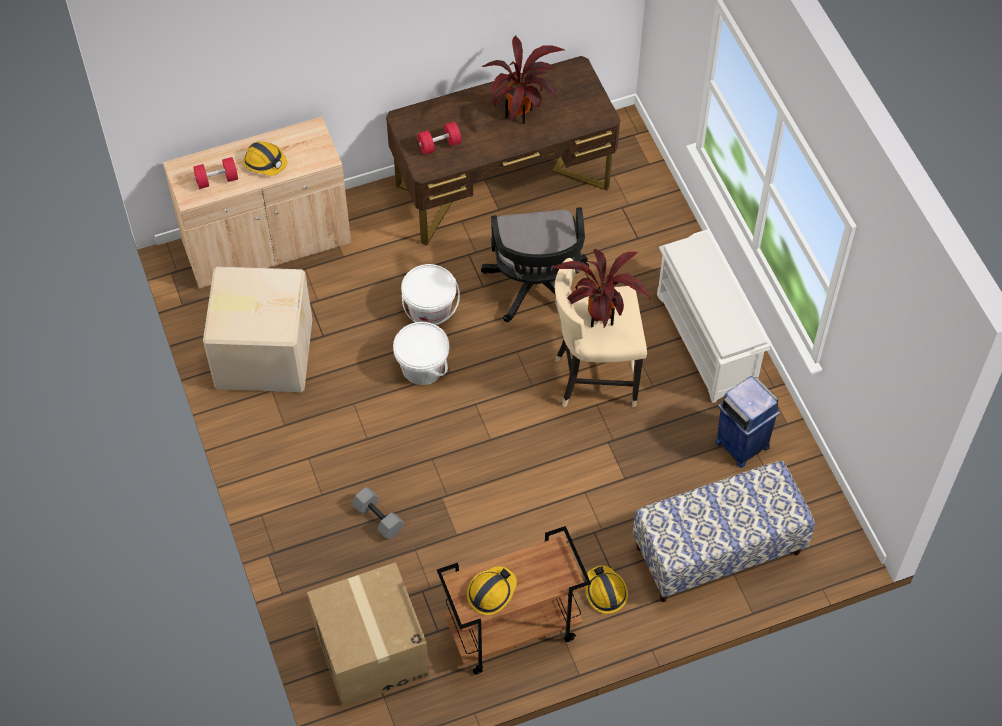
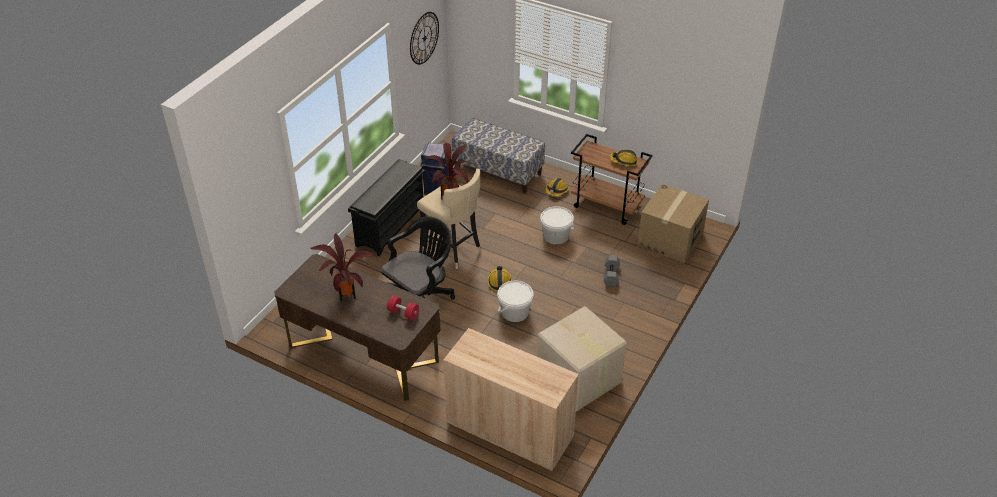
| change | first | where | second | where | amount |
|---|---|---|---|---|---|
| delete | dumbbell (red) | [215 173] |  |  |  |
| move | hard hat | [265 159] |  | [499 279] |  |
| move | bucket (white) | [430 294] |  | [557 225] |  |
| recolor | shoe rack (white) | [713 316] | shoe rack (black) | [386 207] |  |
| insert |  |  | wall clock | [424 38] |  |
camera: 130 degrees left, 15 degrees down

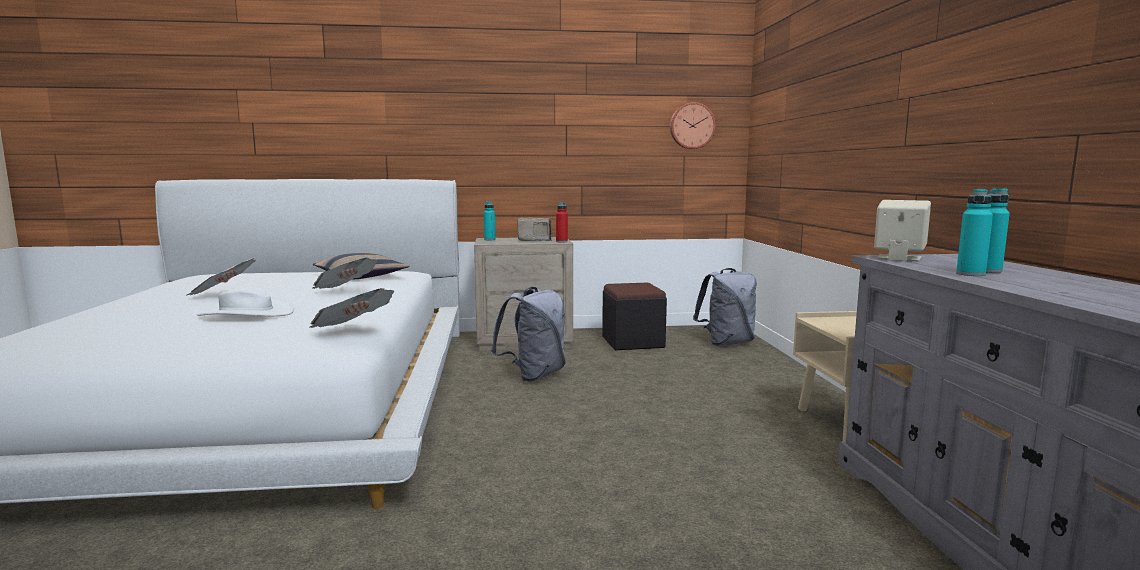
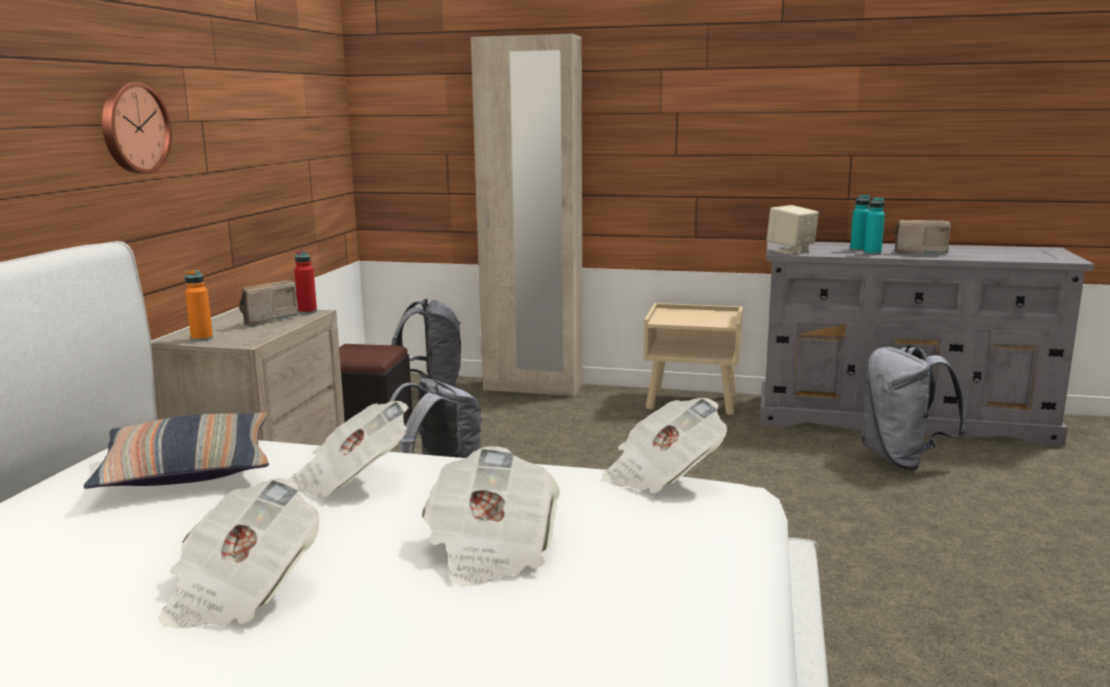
| change | first | where | second | where | amount |
|---|---|---|---|---|---|
| replace | hat (white) | [245 300] | newspaper | [491 516] |  |
| recolor | bottle (turquoise) | [490 220] | bottle (orange) | [199 305] |  |
| move | wall clock | [693 125] |  | [137 127] |  |
| insert |  |  | wardrobe (beige) | [527 215] |  |
| insert |  |  | backpack (grey) | [914 407] |  |
| insert |  |  | radio | [922 237] |  |
camera: 70 degrees left, 5 degrees up

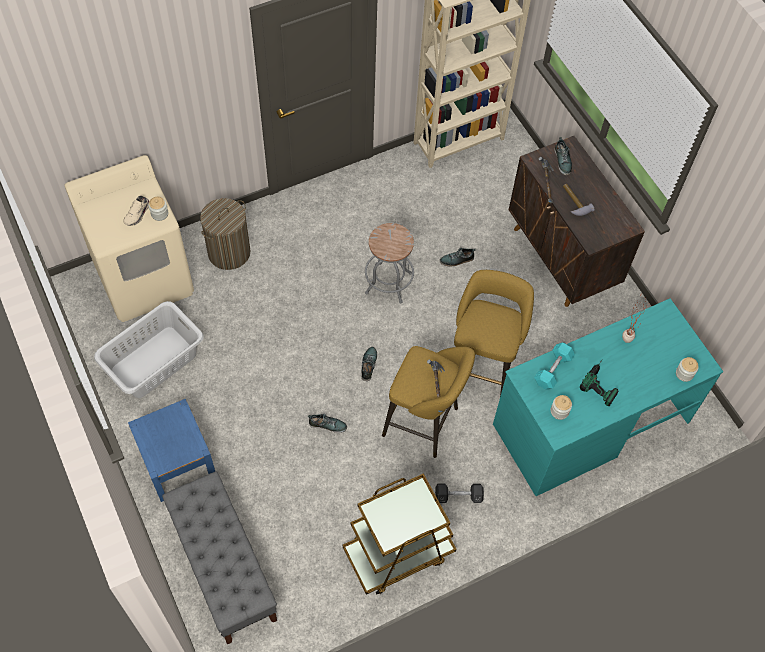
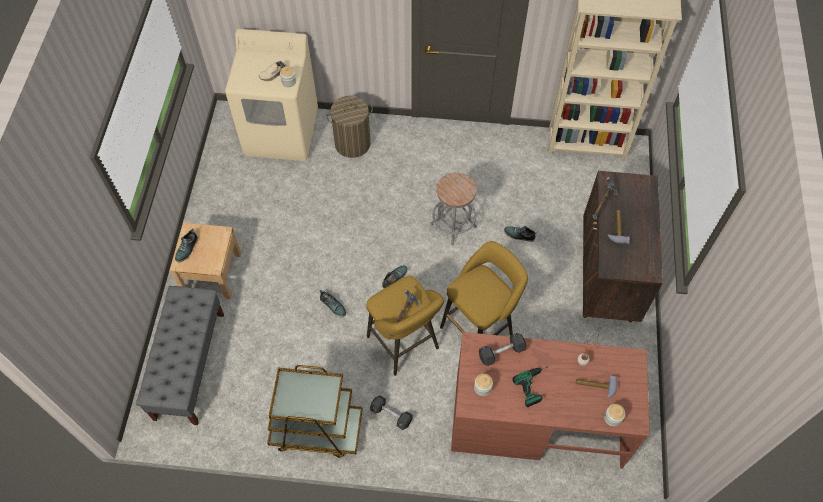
| change | first | where | second | where | amount |
|---|---|---|---|---|---|
| delete | laundry basket (grey) | [149 349] |  |  |  |
| recolor | nightstand (blue) | [171 450] | nightstand (beige) | [205 261] |  |
| recolor | desk (turquoise) | [608 397] | desk (brown) | [550 400] |  |
| recolor | dumbbell (turquoise) | [554 366] | dumbbell (grey) | [502 349] |  |
| move | shoe | [563 156] |  | [186 245] |  |
| insert |  |  | hammer | [597 387] |  |
camera: 35 degrees right, 0 degrees up

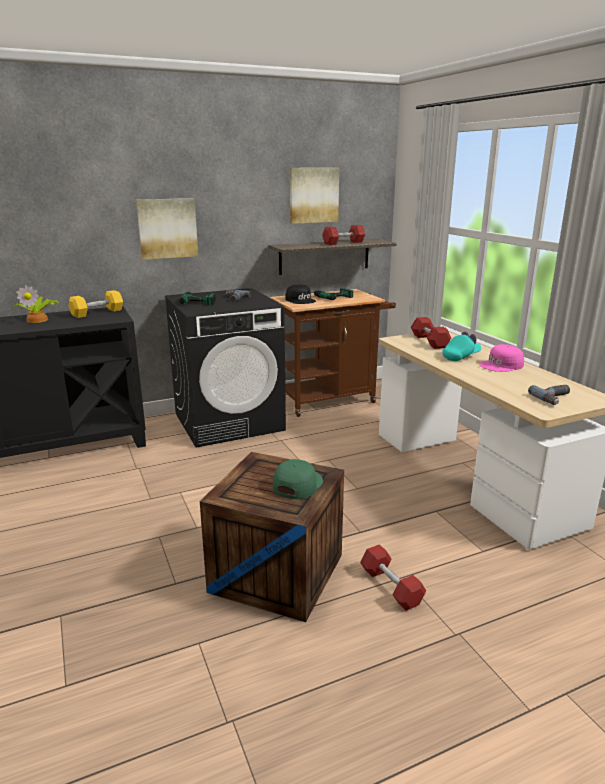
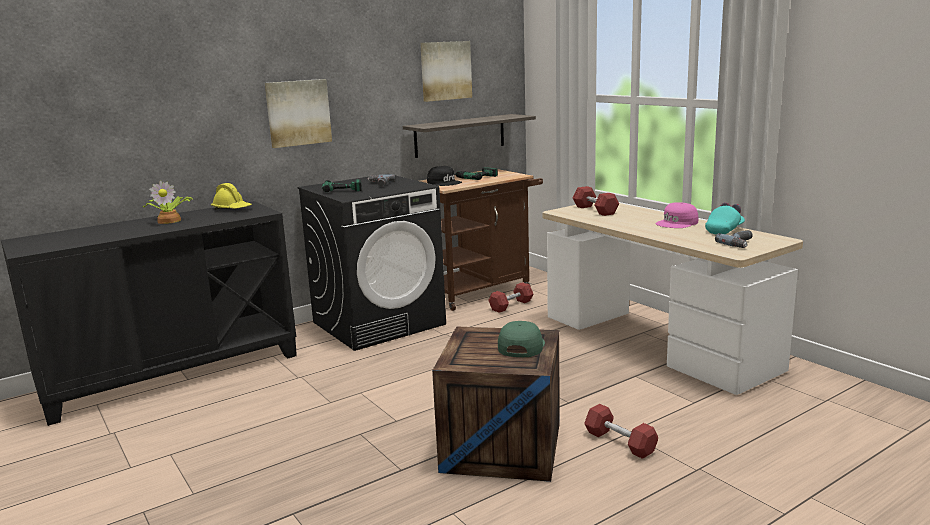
| change | first | where | second | where | amount |
|---|---|---|---|---|---|
| replace | dumbbell (yellow) | [95 304] | hard hat (yellow) | [231 196] |  |
| move | dumbbell (red) | [343 235] |  | [510 297] |  |
| move | cap (turquoise) | [461 346] |  | [725 218] |  |
camera: 10 degrees left, 5 degrees down

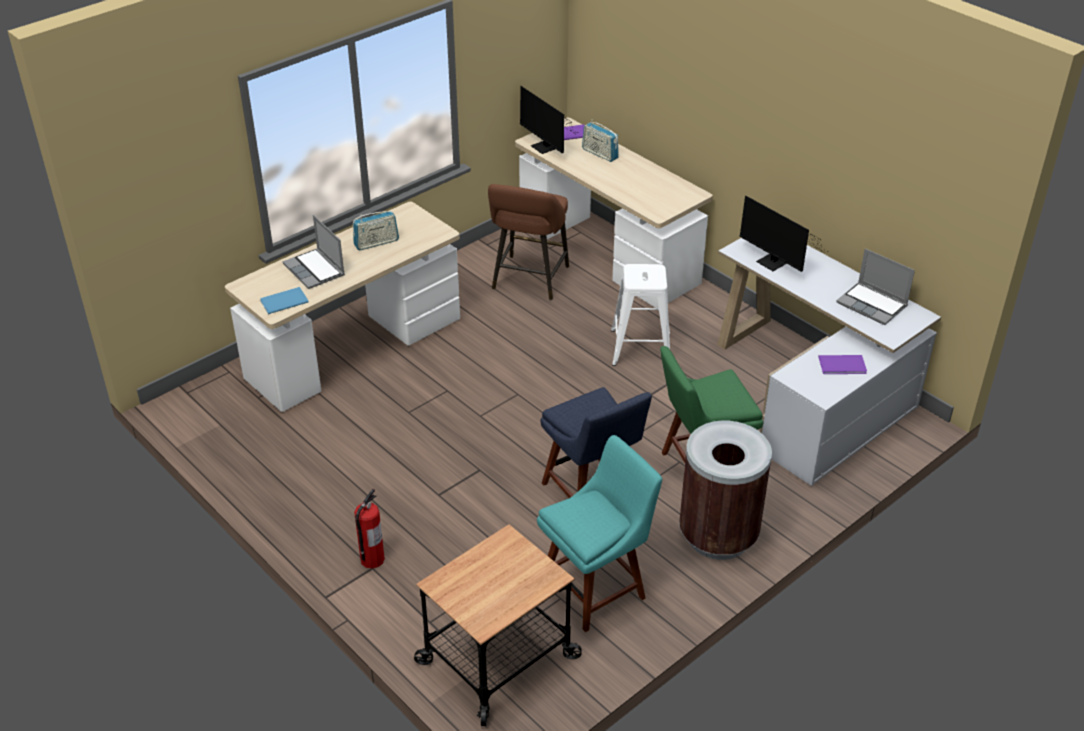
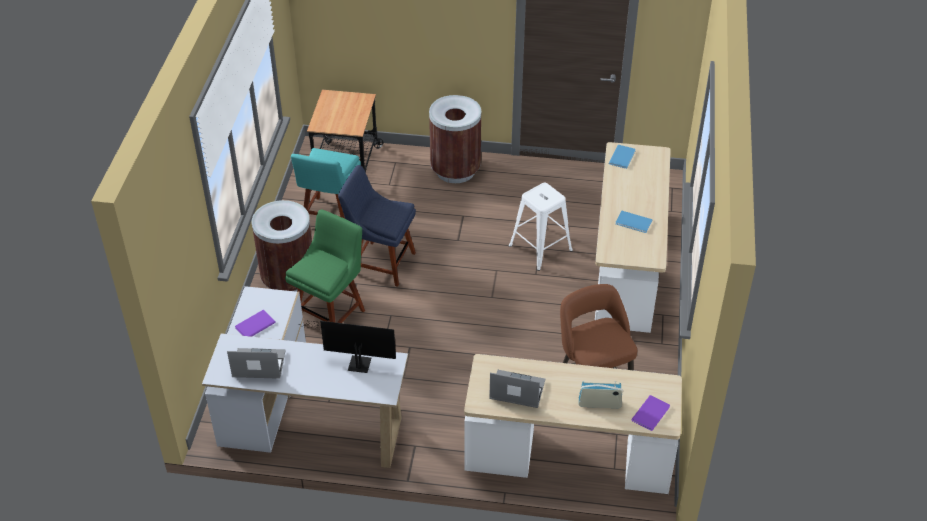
| change | first | where | second | where | amount |
|---|---|---|---|---|---|
| move | laptop | [313 252] |  | [517 389] |  |
| replace | radio | [376 230] | book (blue) | [634 222] |  |
| replace | fire extinguisher | [369 529] | trash can (brown) | [455 139] |  |
| delete | monitor | [548 120] |  |  |  |
| move | stool (white) | [640 315] |  | [541 227] |  |
camera: 140 degrees right, 5 degrees up

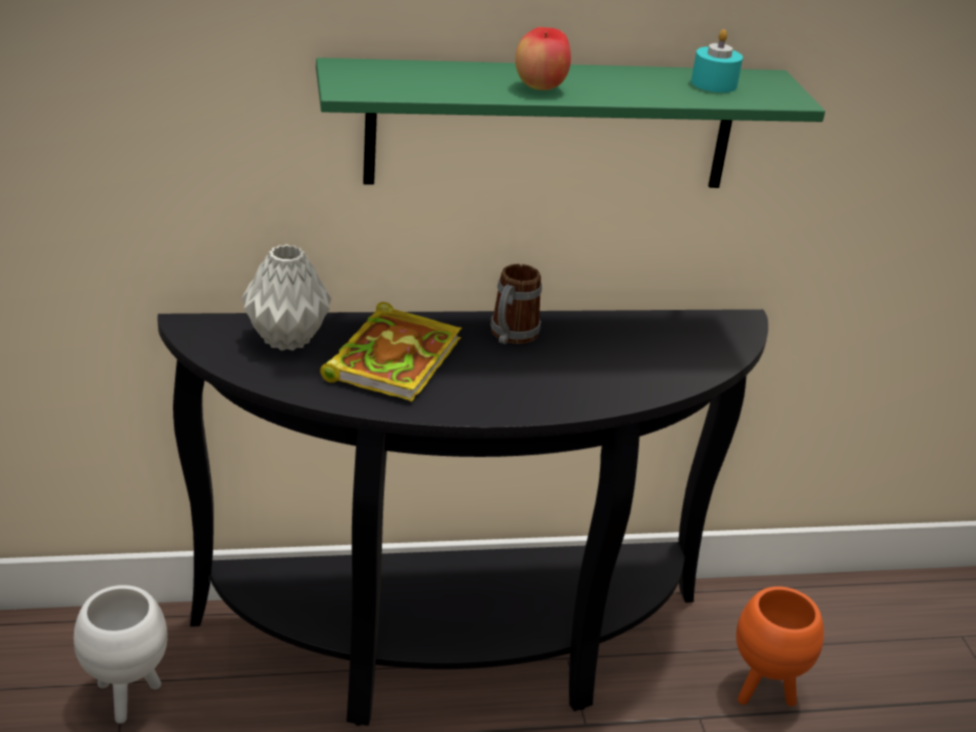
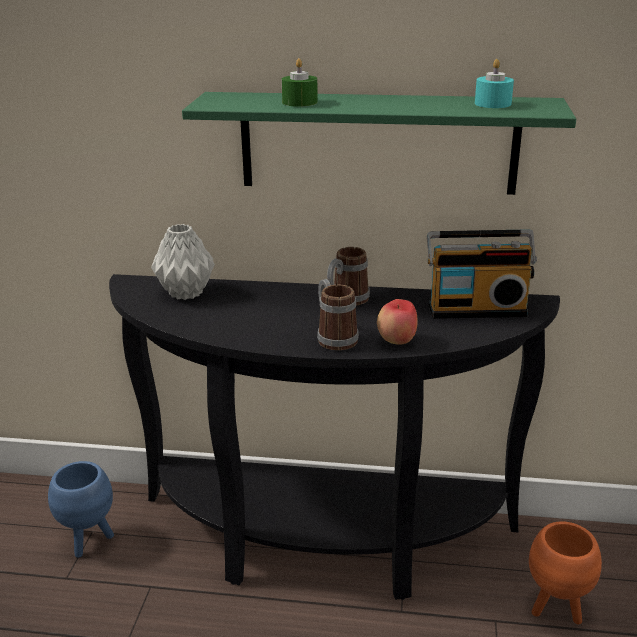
| change | first | where | second | where | amount |
|---|---|---|---|---|---|
| recolor | planter (white) | [121 654] | planter (blue) | [81 509] |  |
| delete | book | [391 352] |  |  |  |
| move | apple | [543 58] |  | [397 322] |  |
| insert |  |  | candle (green) | [300 82] |  |
| insert |  |  | mug | [338 314] |  |
| insert |  |  | radio | [482 274] |  |
camera: 20 degrees right, 5 degrees down

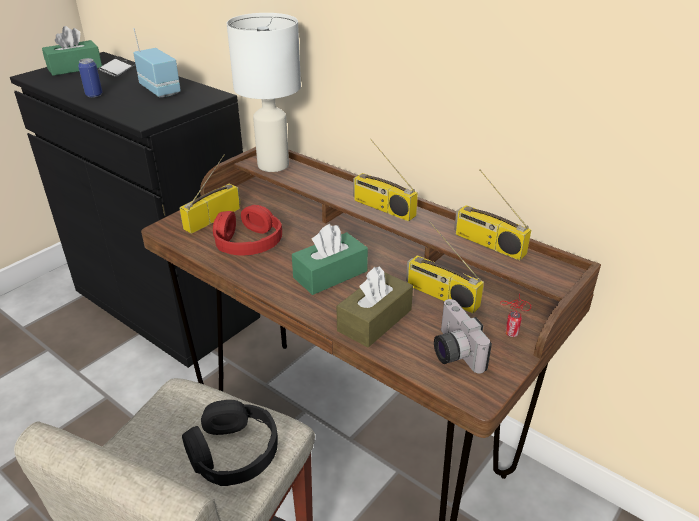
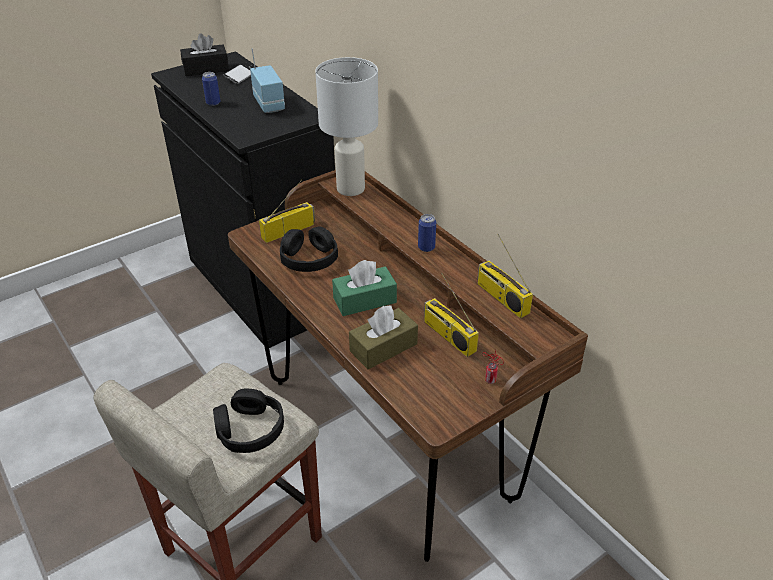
| change | first | where | second | where | amount |
|---|---|---|---|---|---|
| recolor | tissue box (green) | [72 51] | tissue box (black) | [204 54] |  |
| recolor | headphones (red) | [247 230] | headphones (black) | [309 249] |  |
| replace | radio | [385 179] | can | [427 233] |  |
| delete | photo camera | [463 336] |  |  |  |
camera: 15 degrees right, 5 degrees up

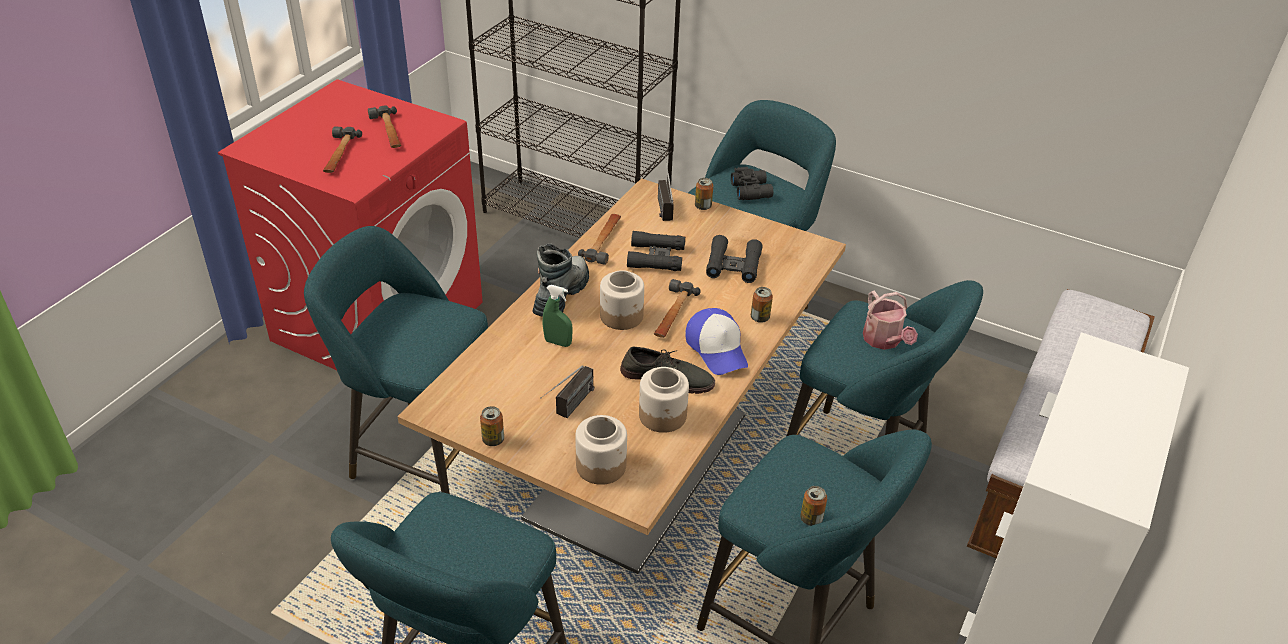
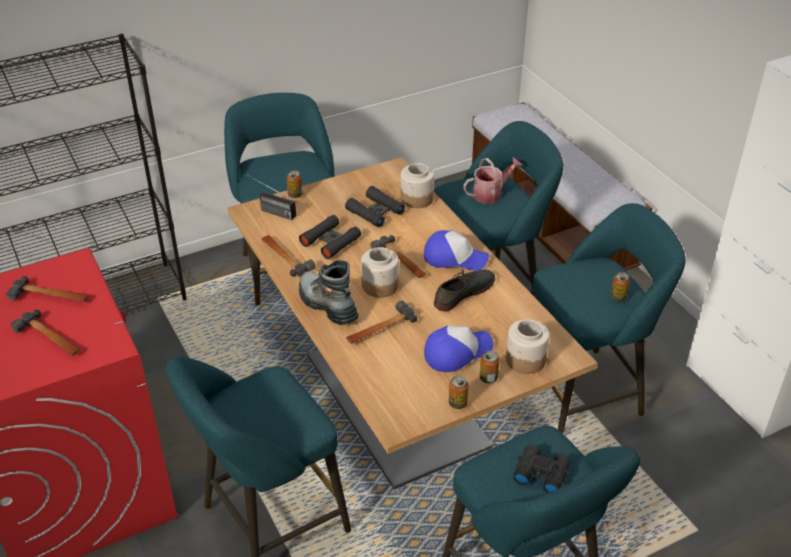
| change | first | where | second | where | amount |
|---|---|---|---|---|---|
| replace | radio | [567 392] | cap | [458 349] |  |
| replace | spray bottle (green) | [558 316] | hammer | [381 322] |  |
| move | jar | [664 400] |  | [417 185] |  |
| move | binoculars (black) | [752 183] |  | [541 469] |  |
| move | can | [762 305] |  | [489 366] |  |
| rotate | watering can | [890 320] |  | [493 180] | 45 degrees counterclockwise |
camera: 55 degrees left, 0 degrees up

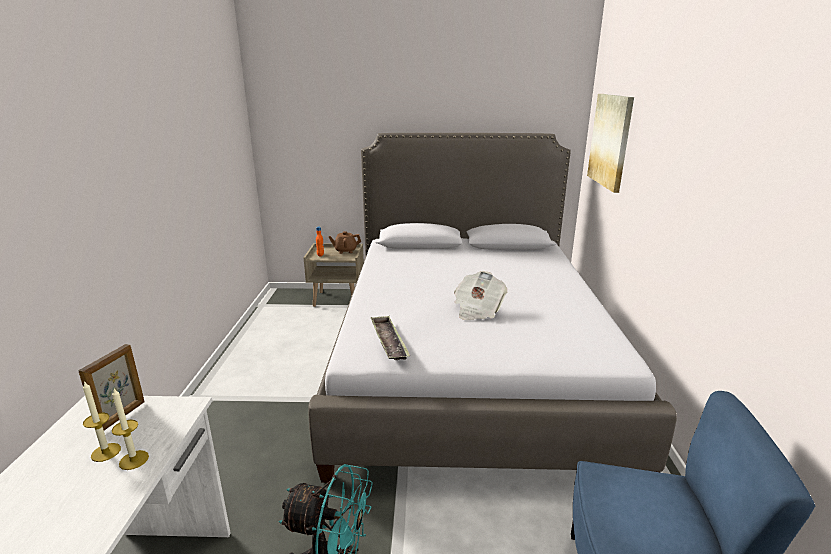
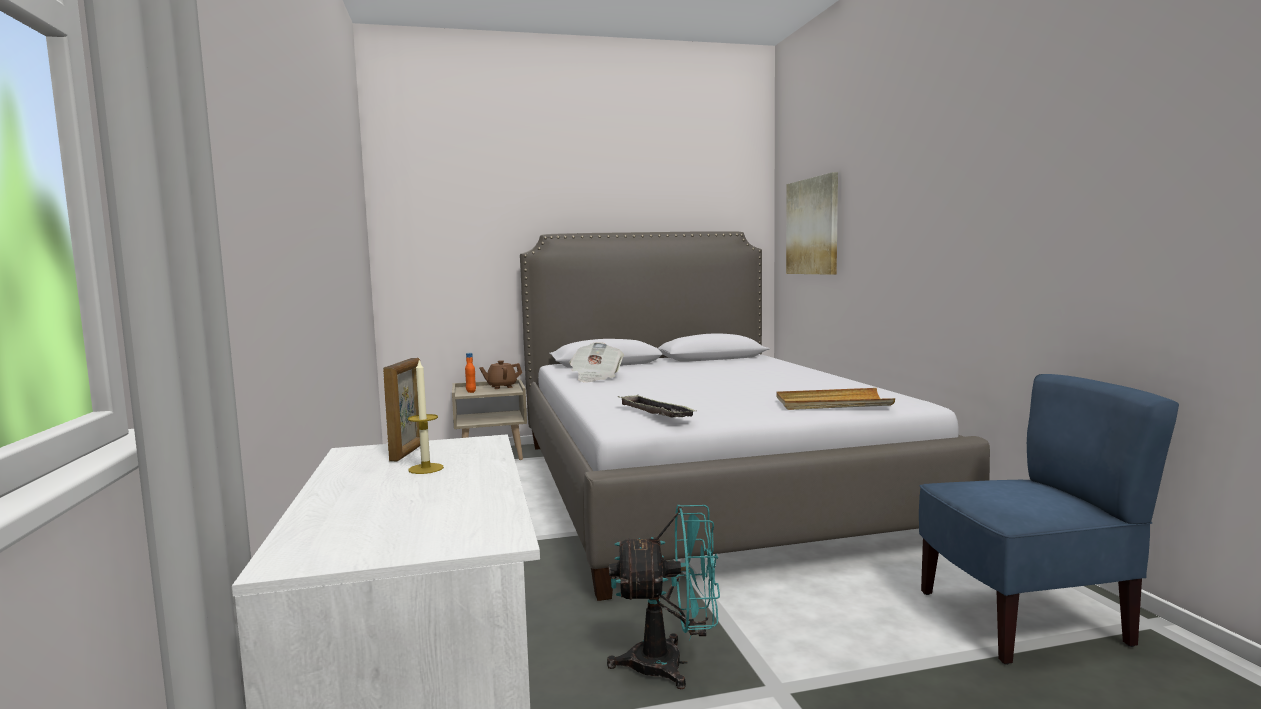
| change | first | where | second | where | amount |
|---|---|---|---|---|---|
| delete | candle | [130 429] |  |  |  |
| move | newspaper | [480 295] |  | [596 362] |  |
| insert |  |  | tray (beige) | [836 399] |  |
camera: 15 degrees left, 15 degrees down

